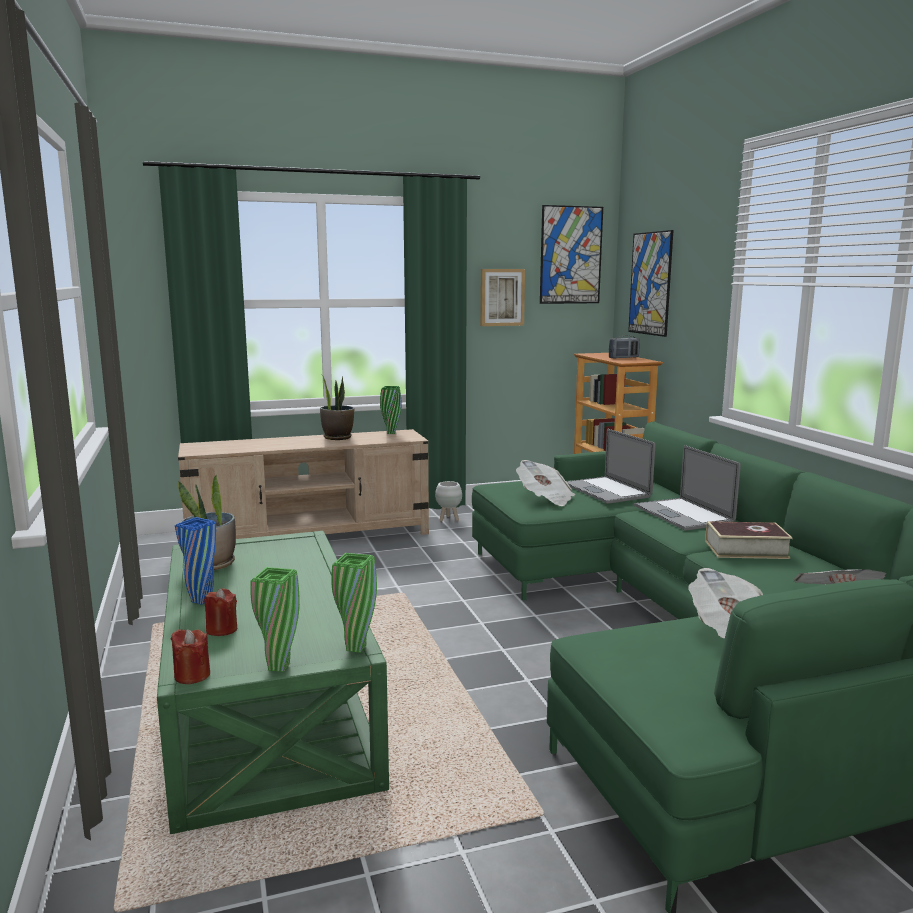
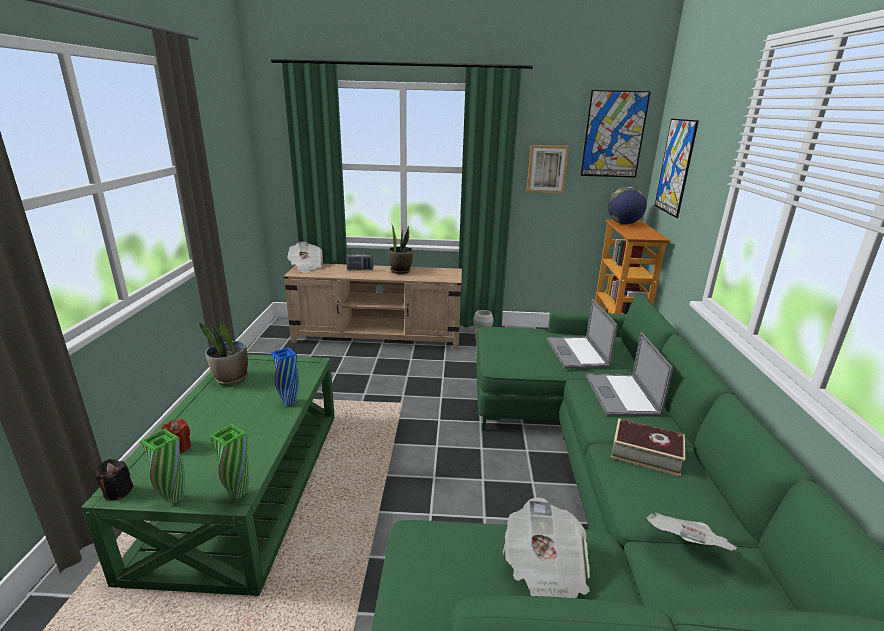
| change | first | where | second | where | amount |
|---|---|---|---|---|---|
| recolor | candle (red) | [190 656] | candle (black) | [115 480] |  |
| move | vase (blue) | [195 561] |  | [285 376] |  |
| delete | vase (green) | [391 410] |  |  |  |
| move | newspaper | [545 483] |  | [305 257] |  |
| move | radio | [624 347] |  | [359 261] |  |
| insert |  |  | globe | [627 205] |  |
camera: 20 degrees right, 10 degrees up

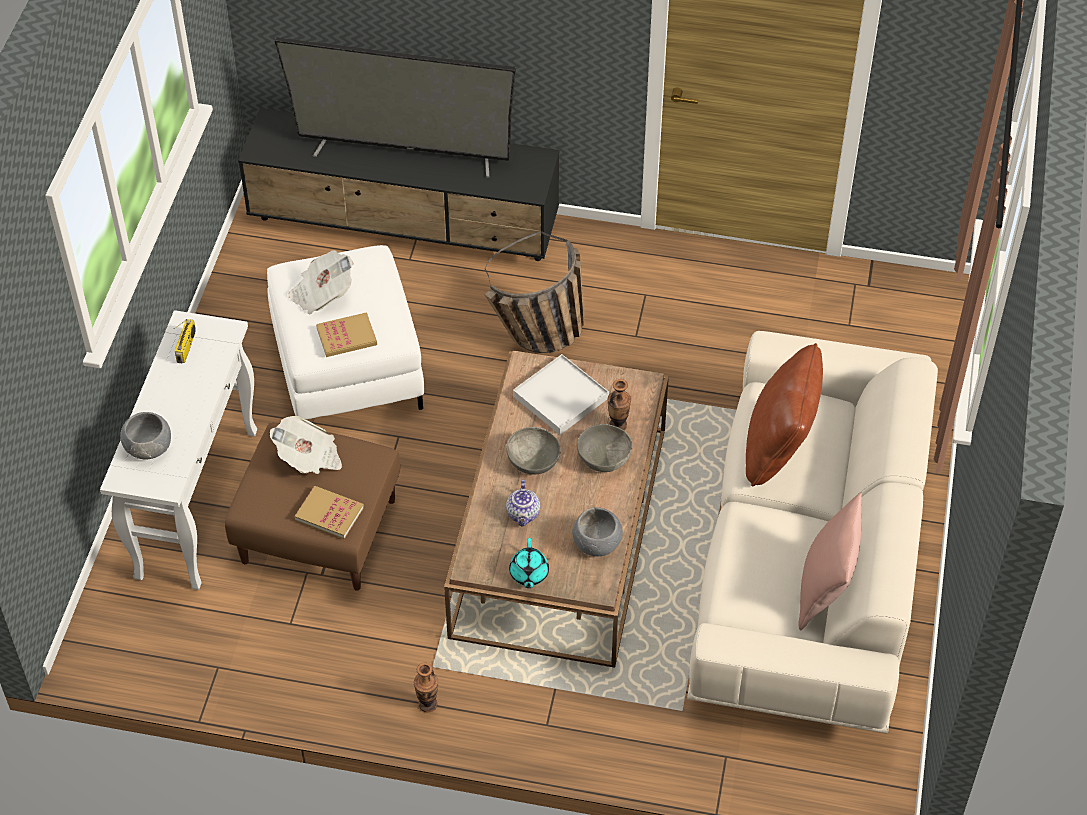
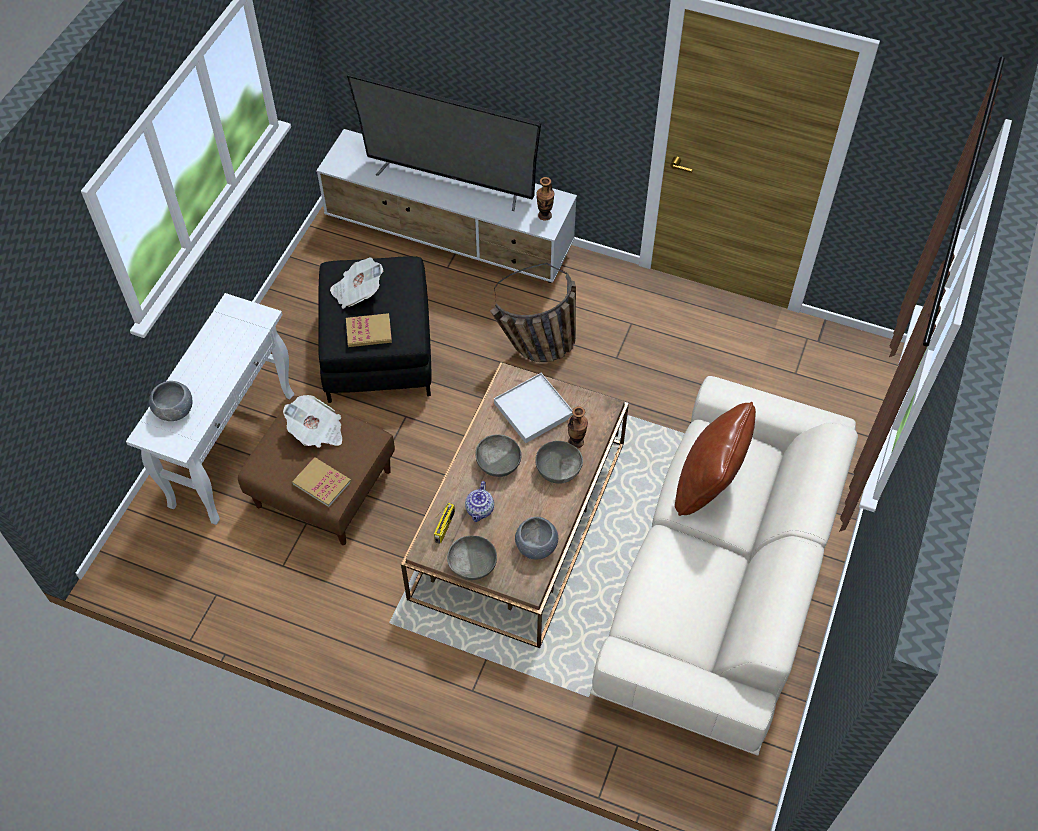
| change | first | where | second | where | amount |
|---|---|---|---|---|---|
| move | radio | [185 341] |  | [444 523] |  |
| recolor | tv stand (black) | [399 184] | tv stand (white) | [446 206] |  |
| recolor | ottoman (white) | [345 332] | ottoman (black) | [375 329] |  |
| move | vase | [426 687] |  | [545 199] |  |
| replace | teapot (turquoise) | [529 563] | bowl (grey) | [472 558] |  |
| delete | pillow (pink) | [830 561] |  |  |  |
camera: 10 degrees right, 5 degrees up

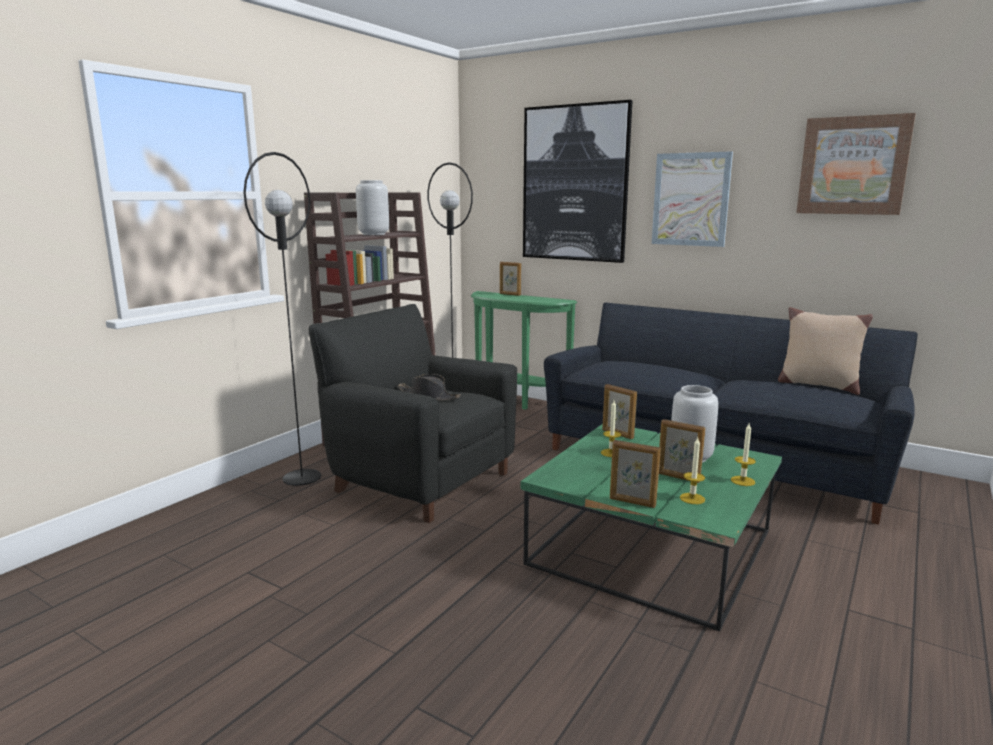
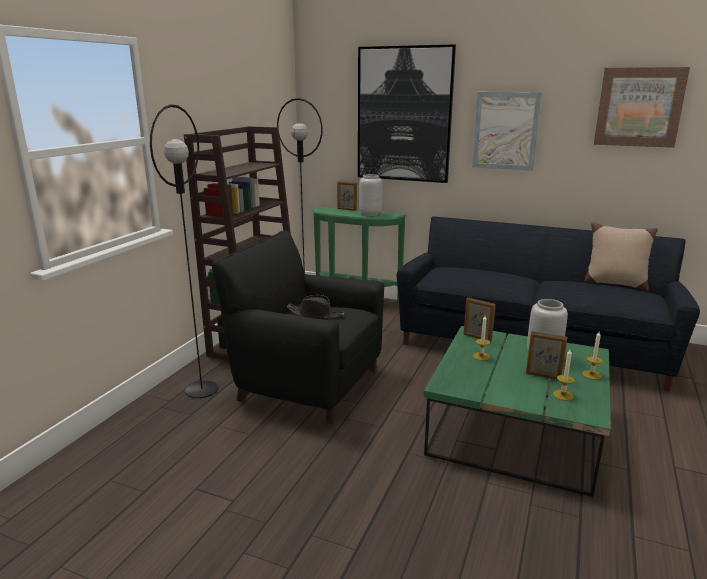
| change | first | where | second | where | amount |
|---|---|---|---|---|---|
| move | vase (grey) | [372 207] |  | [371 195] |  |
| delete | picture frame | [635 474] |  |  |  |
camera: 10 degrees left, 5 degrees up

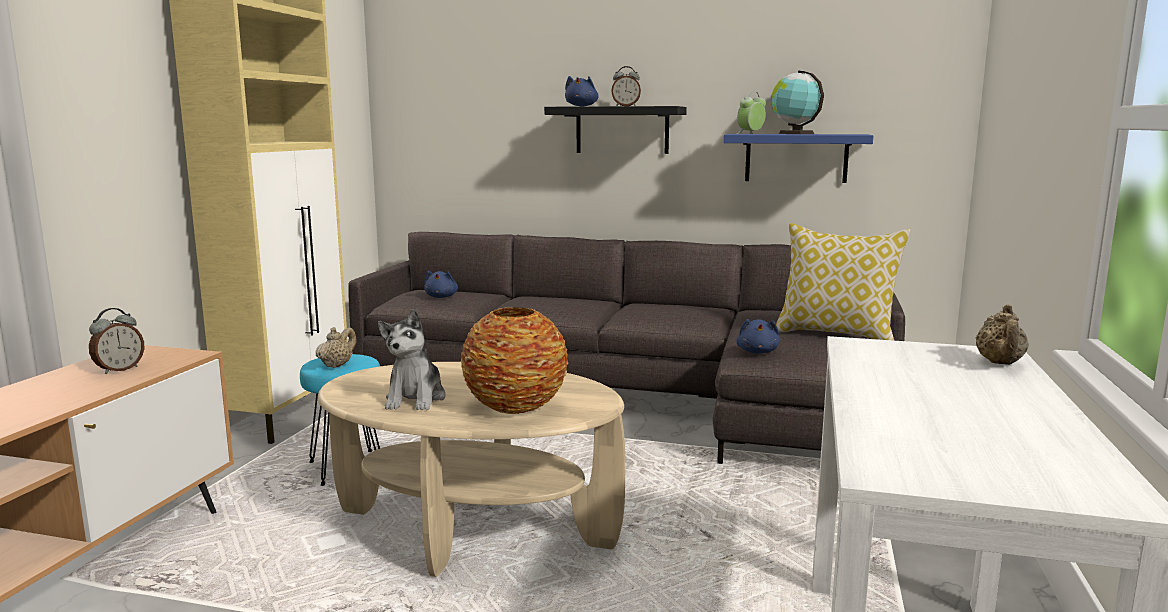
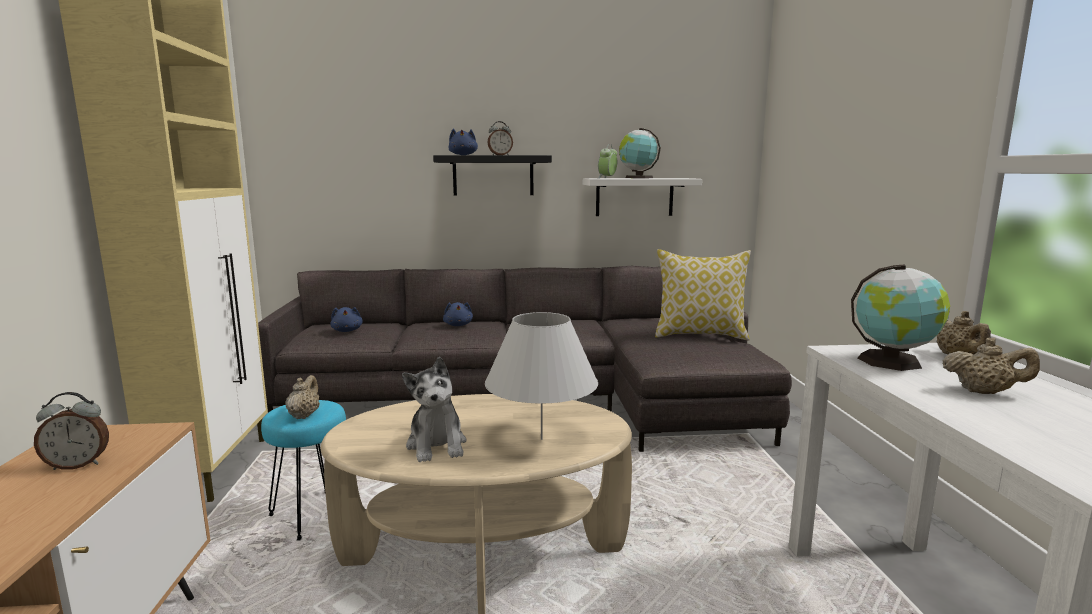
| change | first | where | second | where | amount |
|---|---|---|---|---|---|
| rotate | alarm clock | [116 341] |  | [71 431] | 60 degrees clockwise |
| replace | vase | [514 360] | table lamp (white) | [541 376] |  |
| recolor | shelf (blue) | [798 158] | shelf (white) | [642 197] |  |
| move | plush toy (blue) | [758 336] |  | [458 314] |  |
| insert |  |  | globe | [900 318] |  |
| insert |  |  | teapot (beige) | [991 366] |  |
camera: 20 degrees left, 0 degrees up

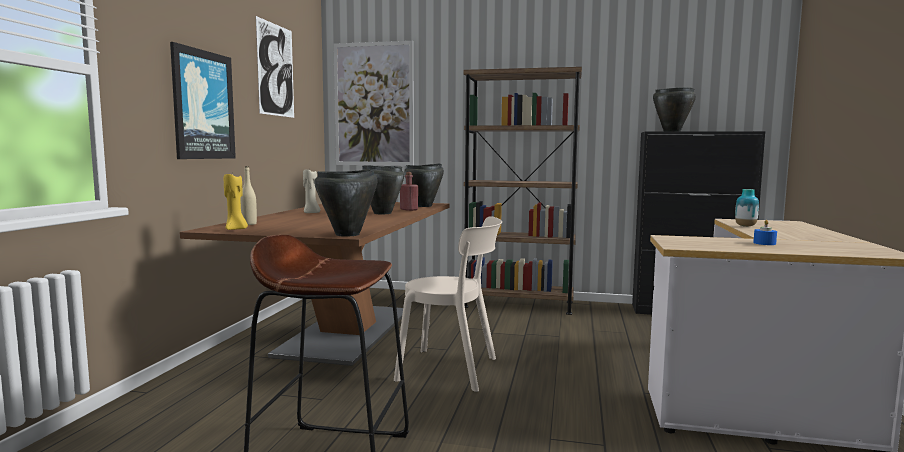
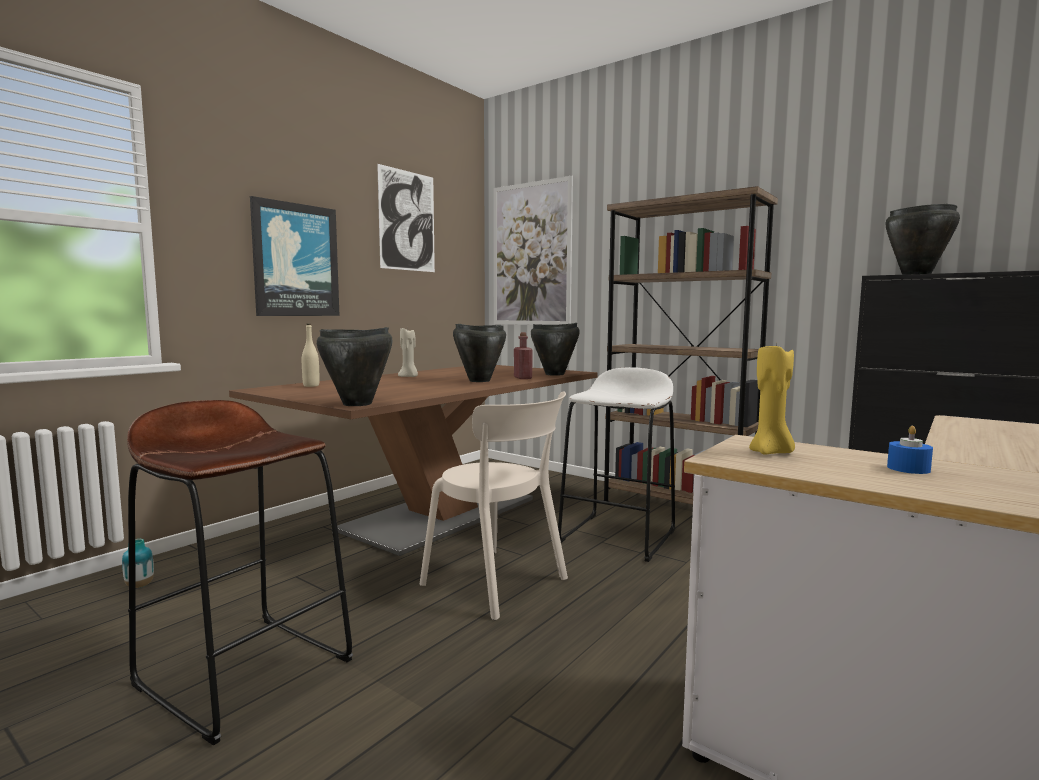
| change | first | where | second | where | amount |
|---|---|---|---|---|---|
| move | candle (yellow) | [236 202] |  | [772 398] |  |
| move | vase | [747 208] |  | [138 563] |  |
| insert |  |  | stool (white) | [616 464] |  |
camera: 25 degrees right, 0 degrees up

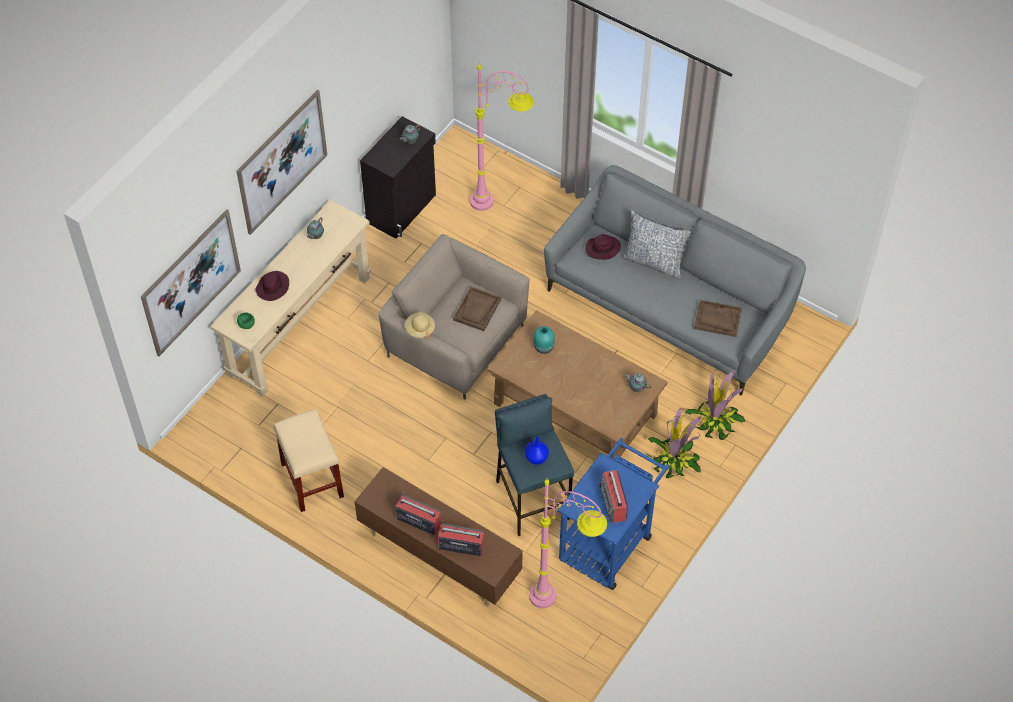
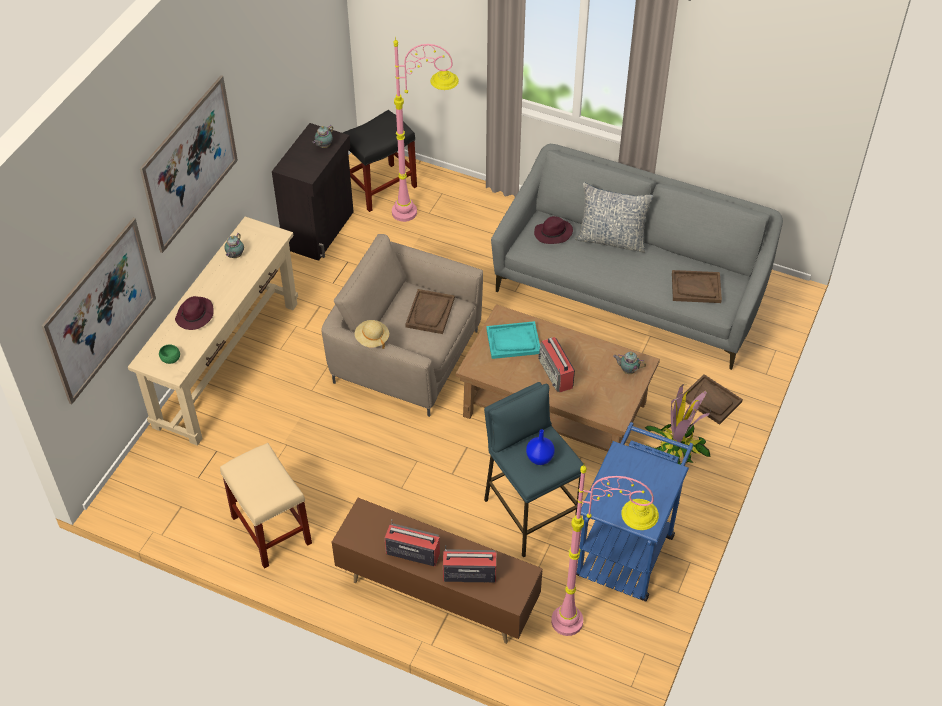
| change | first | where | second | where | amount |
|---|---|---|---|---|---|
| replace | vase (turquoise) | [544 340] | tray (turquoise) | [513 340] |  |
| move | radio | [613 496] |  | [556 364] |  |
| replace | potted plant | [715 405] | tray (brown) | [712 399] |  |
| insert |  |  | stool (black) | [380 161] |  |
camera: 10 degrees left, 5 degrees down

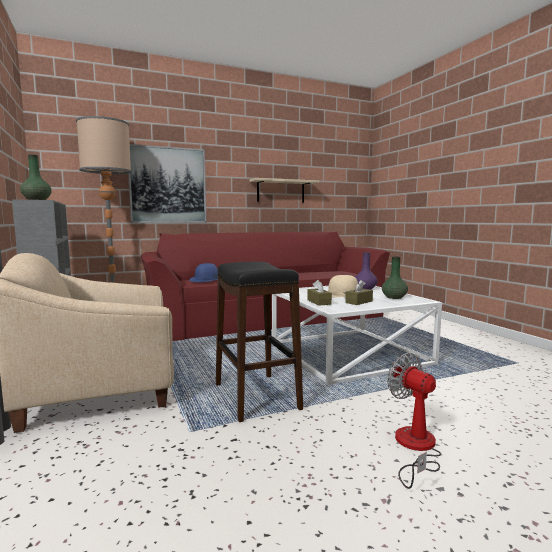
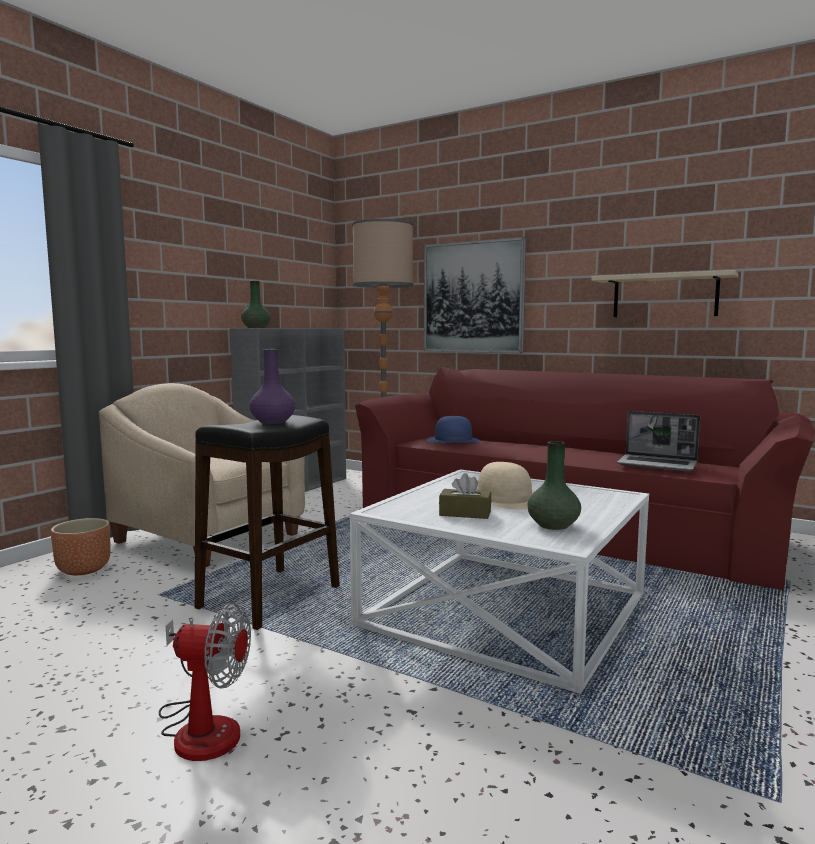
| change | first | where | second | where | amount |
|---|---|---|---|---|---|
| delete | tissue box (brown) | [319 293] |  |  |  |
| move | vase (purple) | [366 271] |  | [272 386] |  |
| rotate | fan | [414 421] |  | [205 682] | 75 degrees clockwise |
| insert |  |  | planter (brown) | [81 546] |  |
| insert |  |  | laptop | [658 441] |  |
camera: 55 degrees right, 0 degrees up

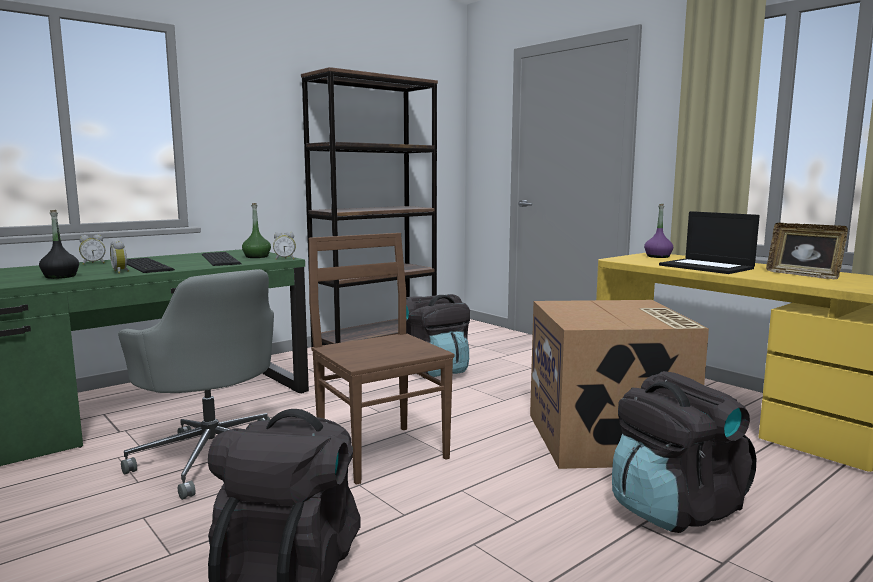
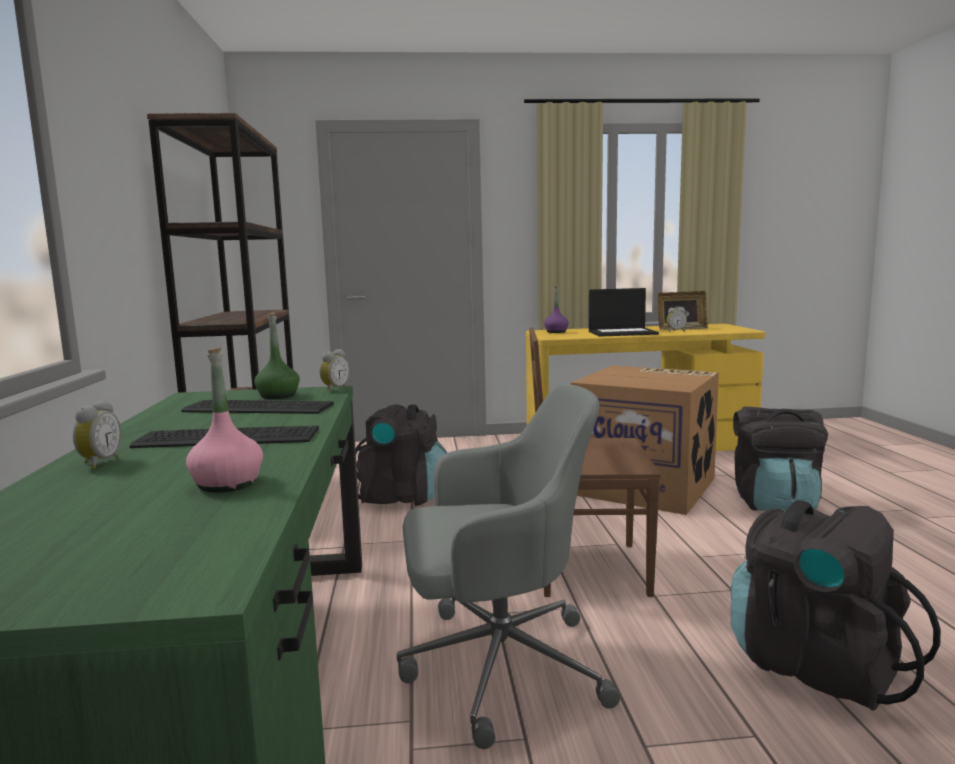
| change | first | where | second | where | amount |
|---|---|---|---|---|---|
| recolor | bottle (black) | [59 244] | bottle (pink) | [224 420] |  |
| move | alarm clock | [119 257] |  | [676 319] |  |
camera: 55 degrees left, 0 degrees up

